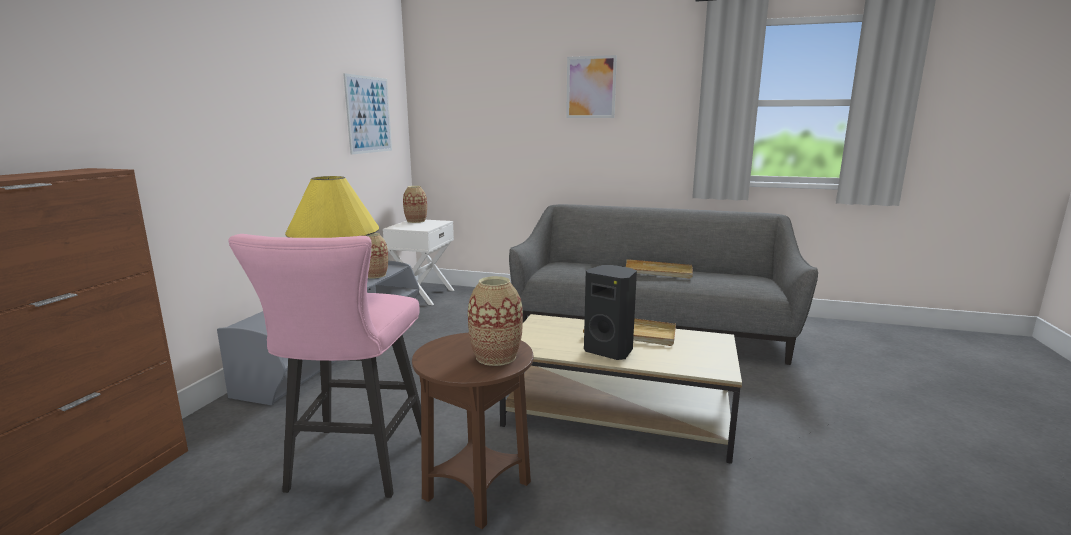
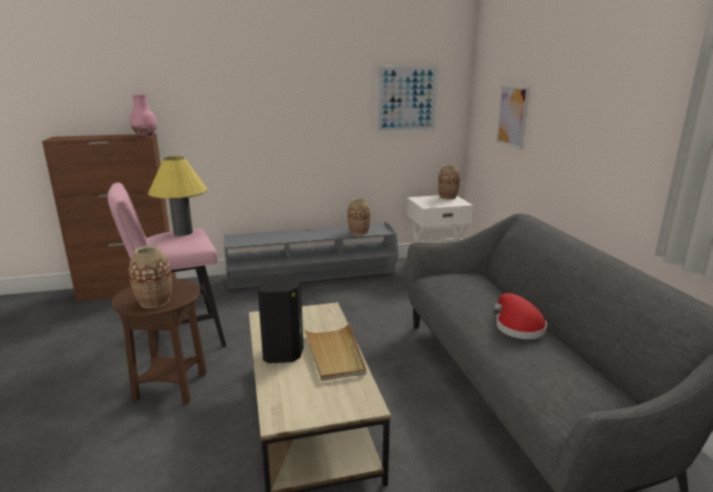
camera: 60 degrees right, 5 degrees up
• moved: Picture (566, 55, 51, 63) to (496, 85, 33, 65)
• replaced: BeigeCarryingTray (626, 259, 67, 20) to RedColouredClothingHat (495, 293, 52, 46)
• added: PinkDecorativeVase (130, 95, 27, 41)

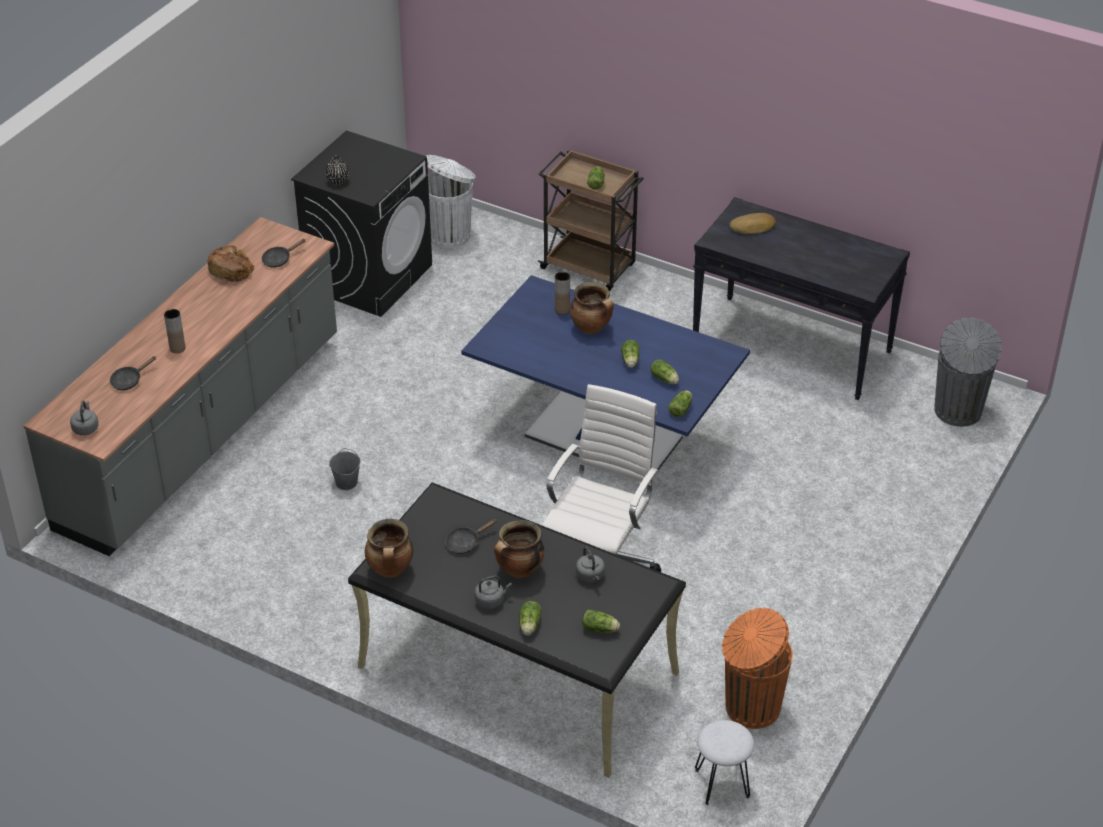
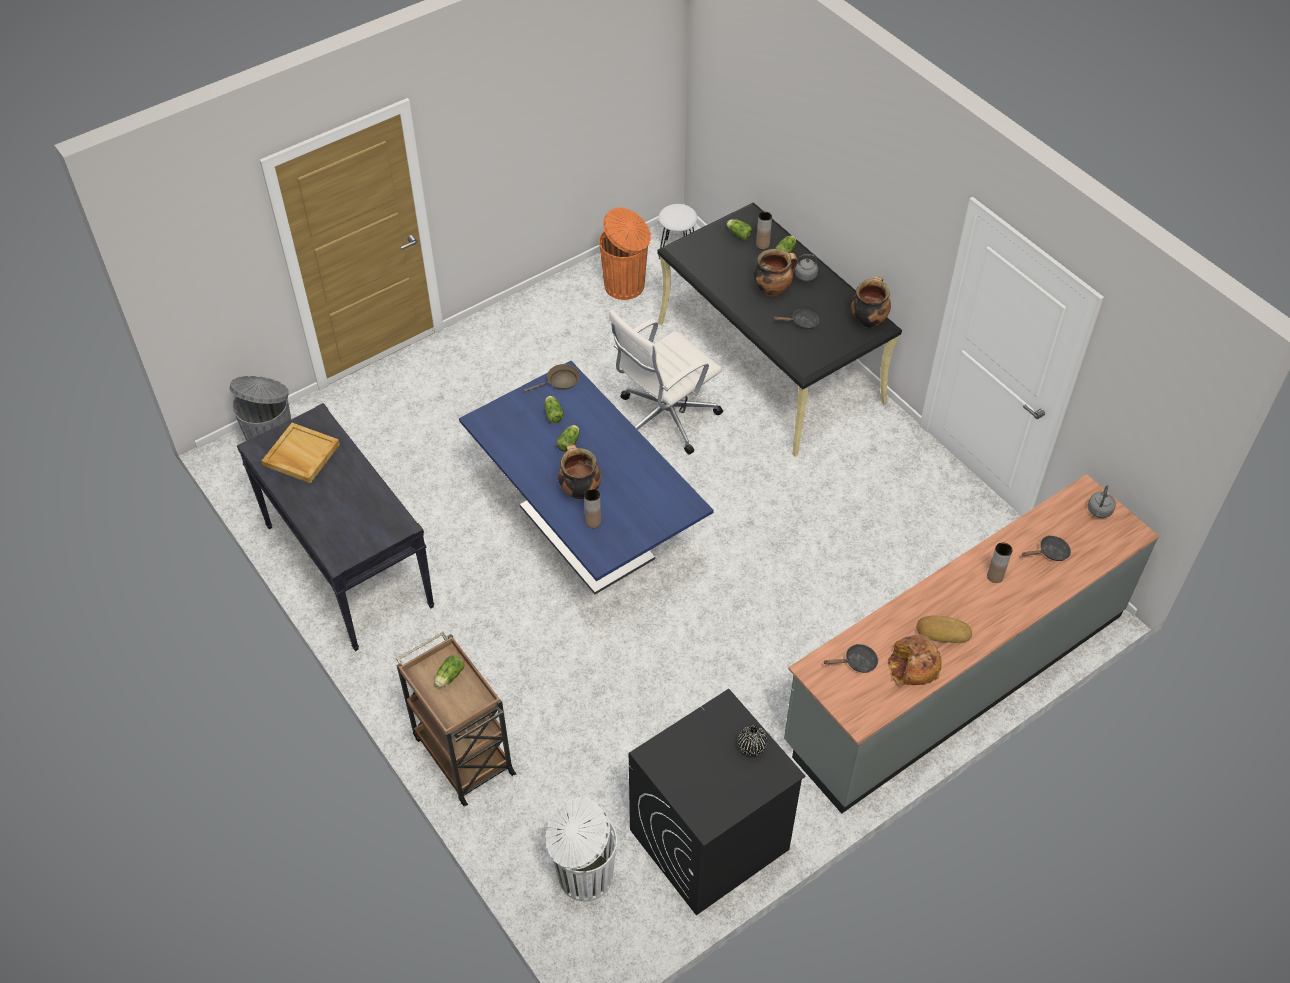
camera: 155 degrees left, 10 degrees up
• moved: Bread (730, 213, 46, 21) to (916, 615, 56, 28)
• replaced: HeadOfLettuce (668, 390, 24, 27) to BrownishFryingPan (524, 364, 56, 28)
• removed: GreyishBucket (329, 448, 31, 42)
• removed: GreyishWaterKettle (576, 547, 29, 36)
• added: BrownishDecorativeVase (756, 212, 16, 37)
• added: BeigeCarryingTray (262, 423, 78, 60)

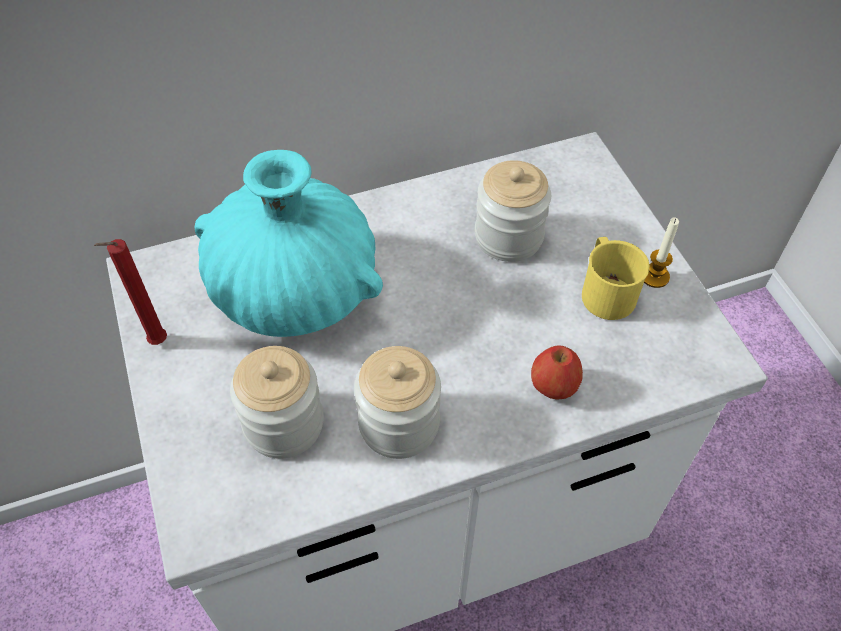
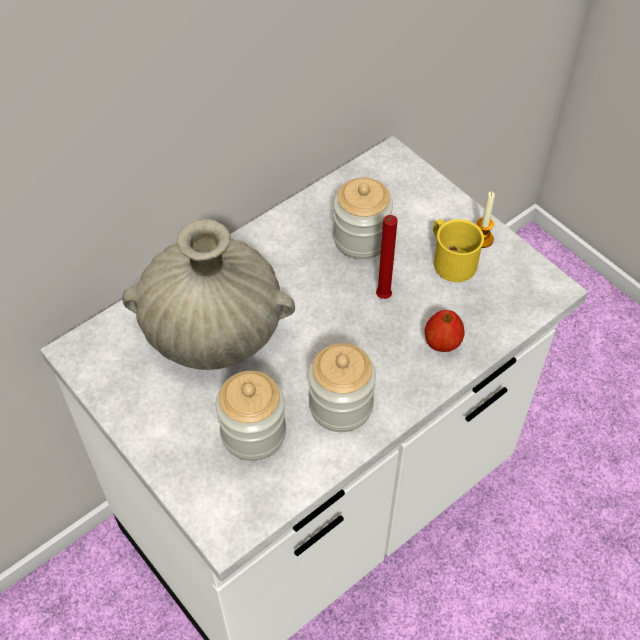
camera: 20 degrees left, 0 degrees up
• recoloured: TurquoiseDecorativeVase (195, 150, 188, 187) to BeigeDecorativeVase (122, 219, 173, 151)
• moved: RedColouredCandle (94, 239, 73, 106) to (376, 215, 22, 84)

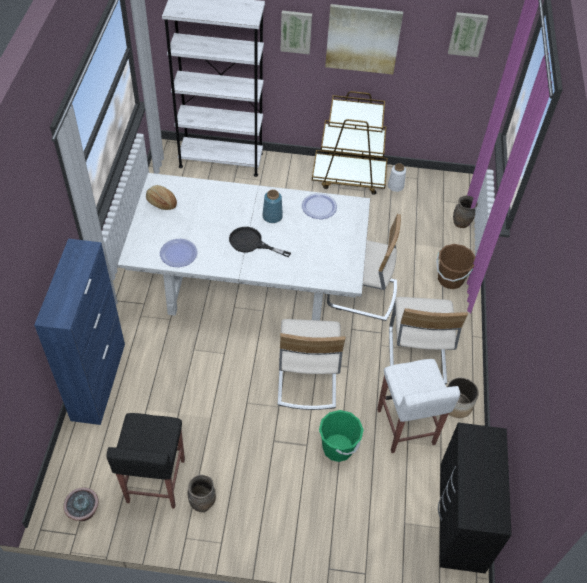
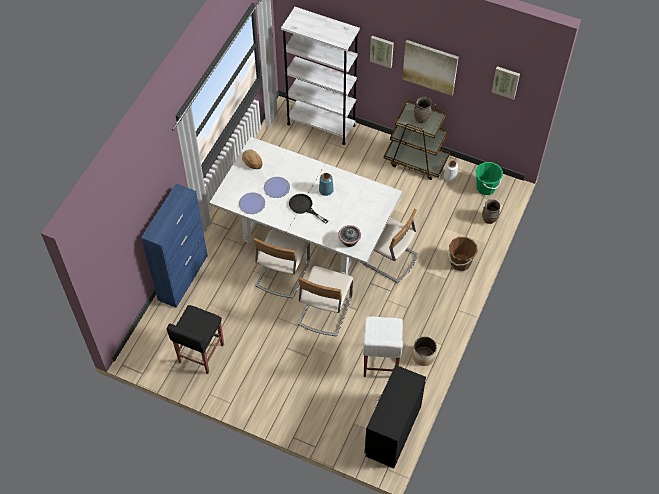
camera: 20 degrees right, 5 degrees up
• moved: DinnerPlate (302, 193, 35, 26) to (264, 177, 26, 21)
• moved: BeigePlainChair (389, 297, 79, 87) to (254, 229, 56, 69)
• moved: GreenBucket (319, 410, 45, 52) to (476, 162, 27, 33)
• moved: BrownishDecorativeVase (187, 475, 29, 37) to (414, 97, 18, 26)
• moved: PottedPlant (63, 488, 36, 33) to (338, 225, 23, 22)

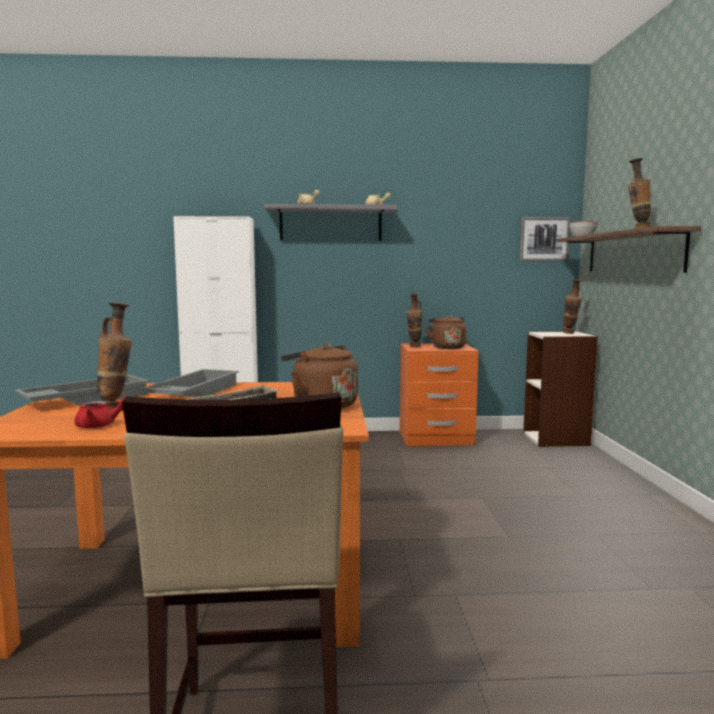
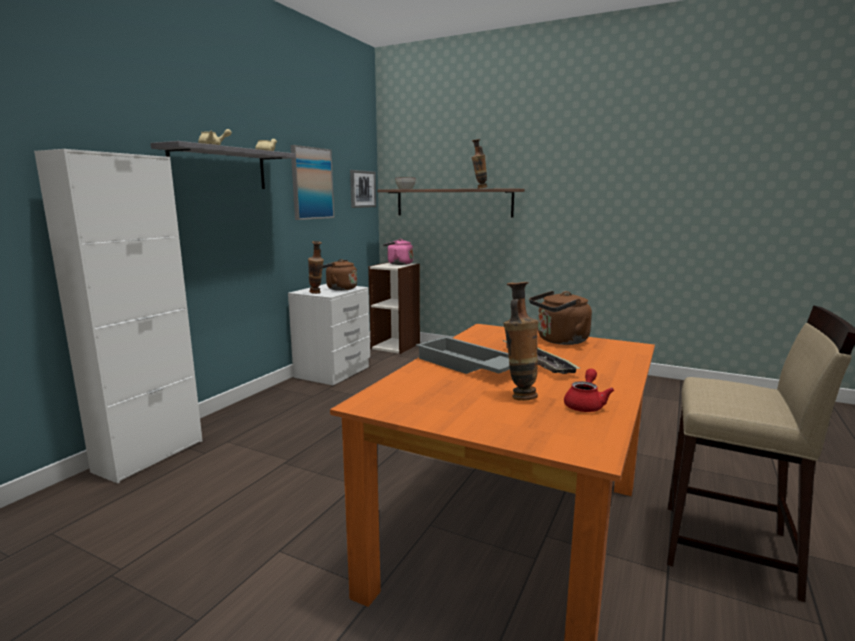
camera: 60 degrees left, 5 degrees up
• replaced: DecorativeVase (562, 279, 20, 55) to PinkWaterKettle (383, 239, 30, 26)
• recoloured: OrangeColouredNightstand (400, 343, 79, 103) to WhiteColouredNightstand (288, 284, 82, 101)
• removed: GreyishCarryingTray (15, 375, 134, 31)
• added: Picture (291, 145, 43, 75)

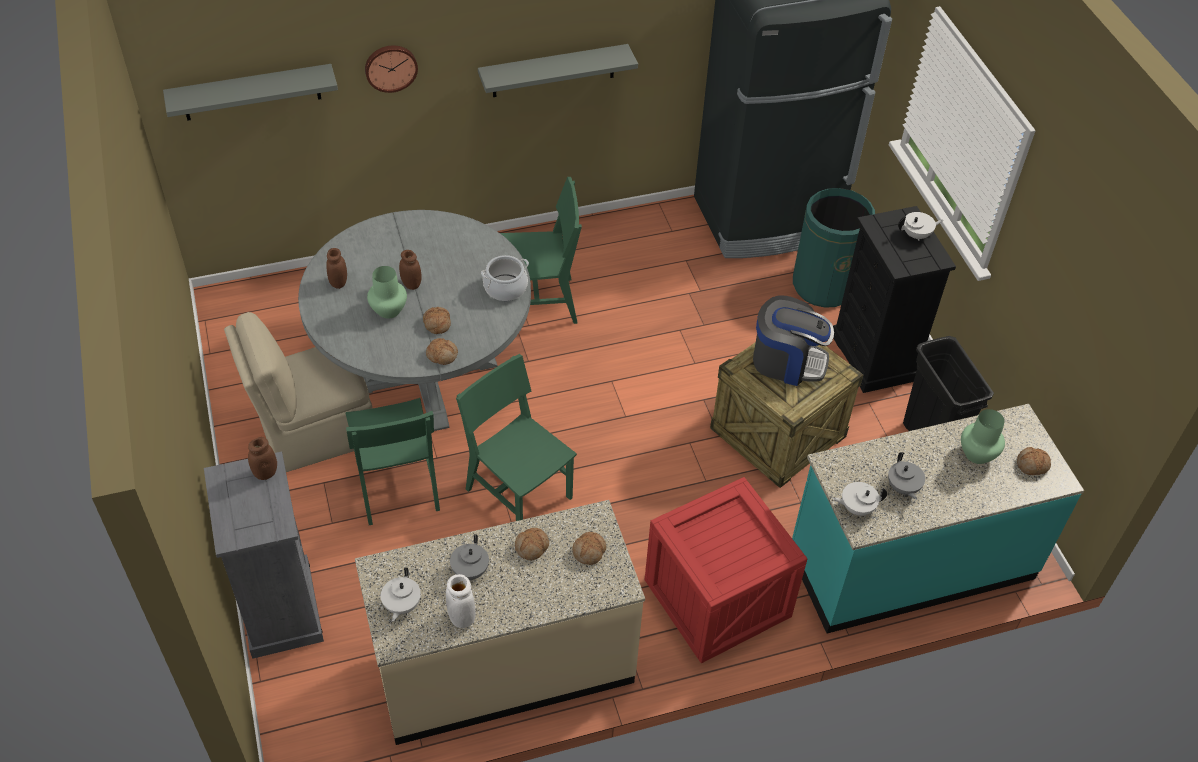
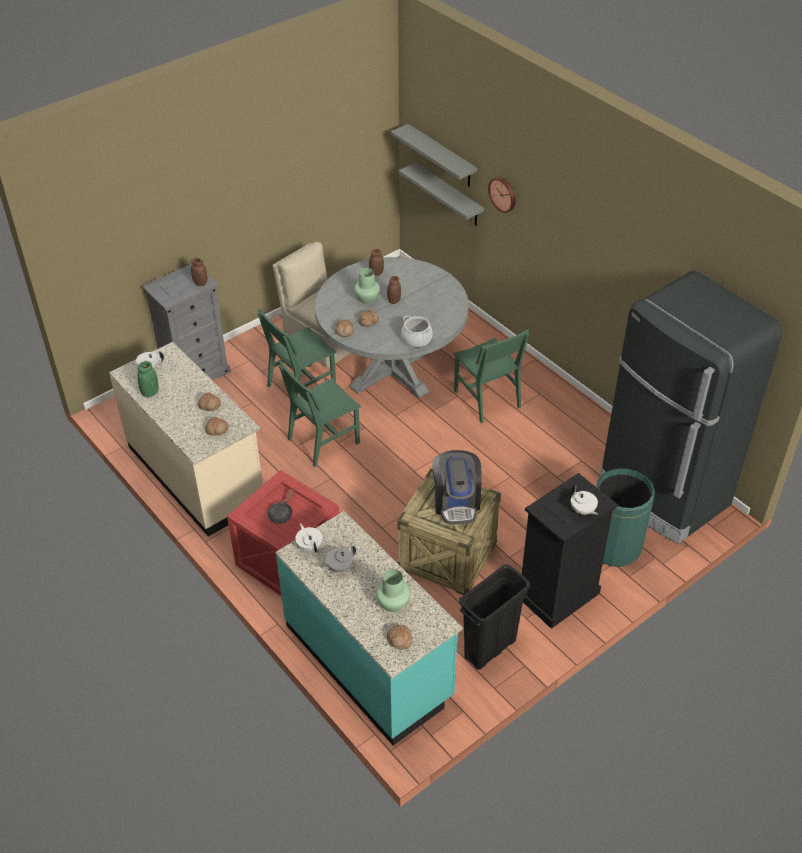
camera: 70 degrees right, 5 degrees down
• moved: GreyishShelf (478, 44, 160, 53) to (399, 163, 85, 63)
• turned: GreenPlainChair (456, 354, 121, 167) = (279, 361, 82, 106) 150 degrees counterclockwise
• removed: GreyishTeapot (450, 534, 39, 46)
• recoloured: WhiteColouredDecorativeVase (446, 574, 30, 54) to GreenDecorativeVase (137, 361, 22, 36)
• added: BlackFryingPan (268, 488, 26, 36)

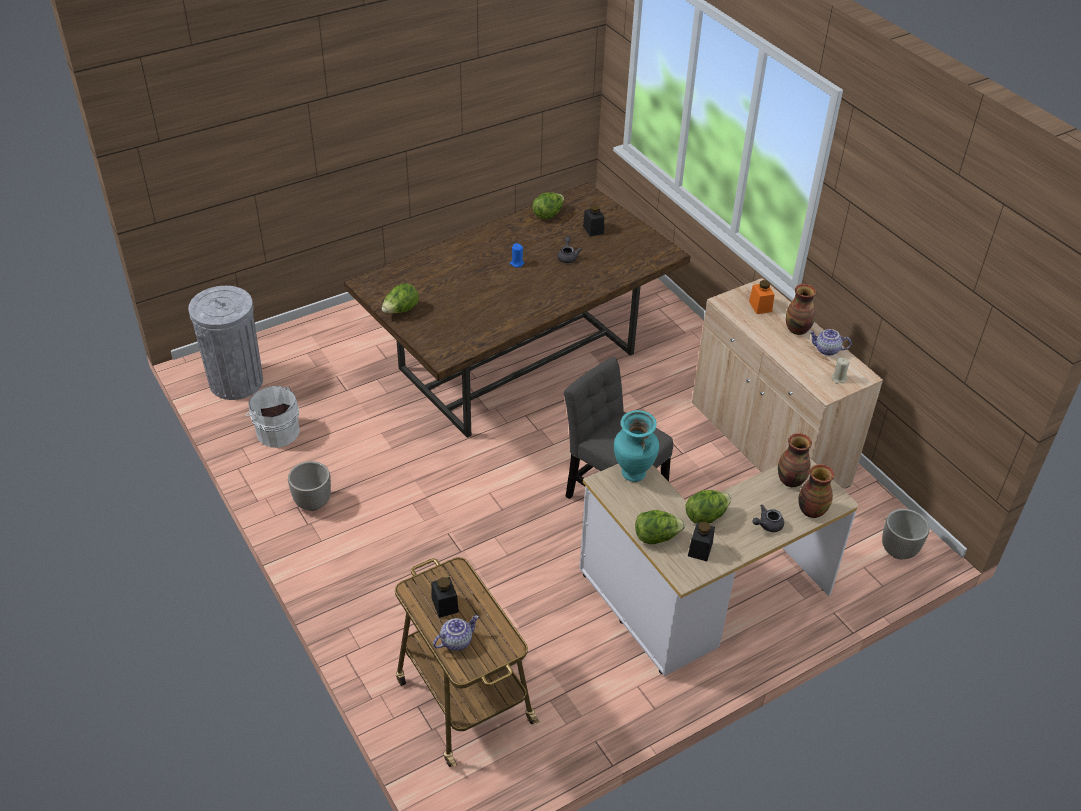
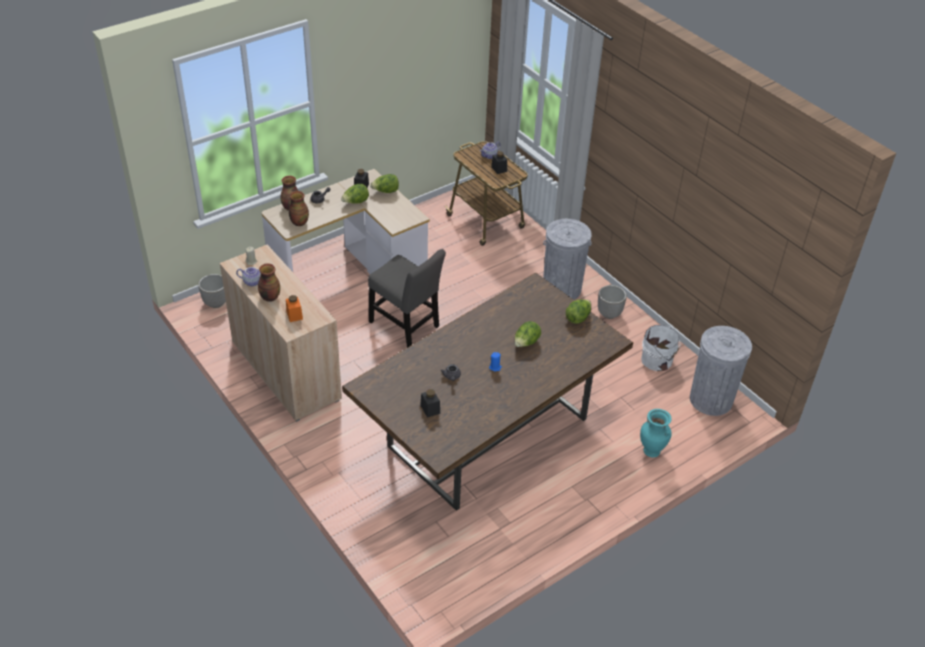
camera: 175 degrees right, 0 degrees up
• moved: HeadOfLettuce (532, 192, 32, 28) to (515, 321, 26, 26)
• moved: TurquoiseDecorativeVase (614, 410, 45, 72) to (640, 409, 32, 49)
• added: GreyishWasteBin (543, 219, 49, 81)

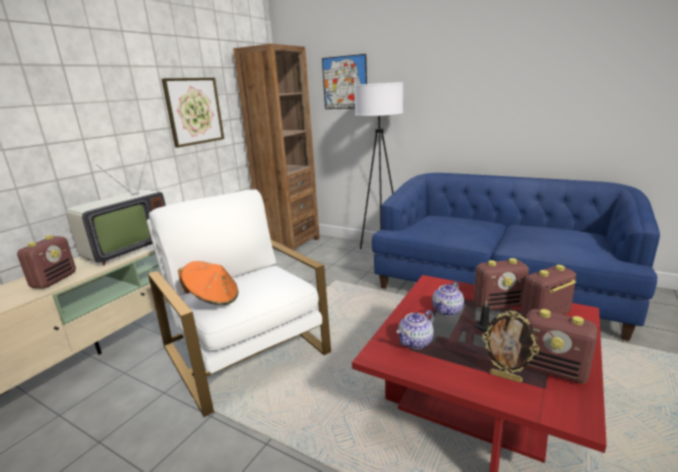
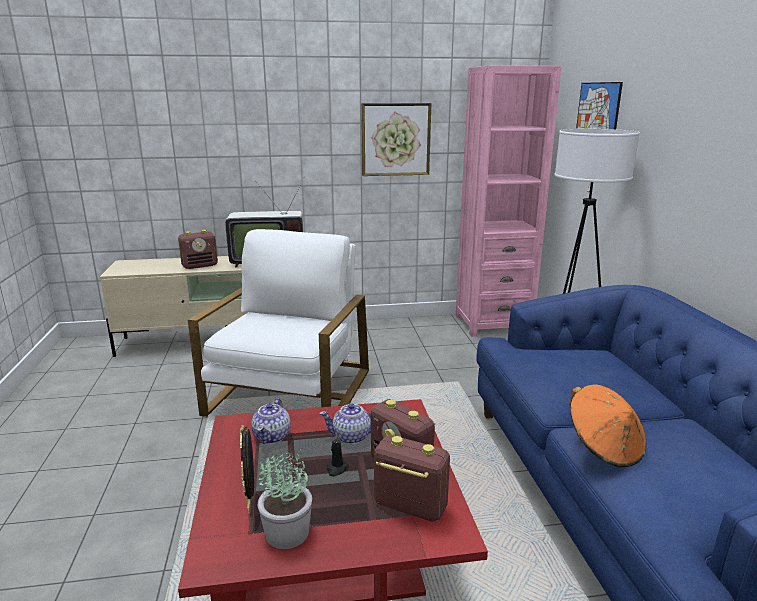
camera: 50 degrees right, 0 degrees up
• recoloured: BrownishBookcase (233, 43, 87, 208) to PinkBookcase (456, 65, 106, 272)
• moved: OrangeColouredClothingHat (178, 261, 60, 44) to (570, 384, 76, 83)
• replaced: RadioSet (525, 309, 72, 75) to PottedPlant (258, 448, 54, 101)
• turned: Teapot (396, 310, 38, 39) = (251, 398, 40, 46) 90 degrees counterclockwise

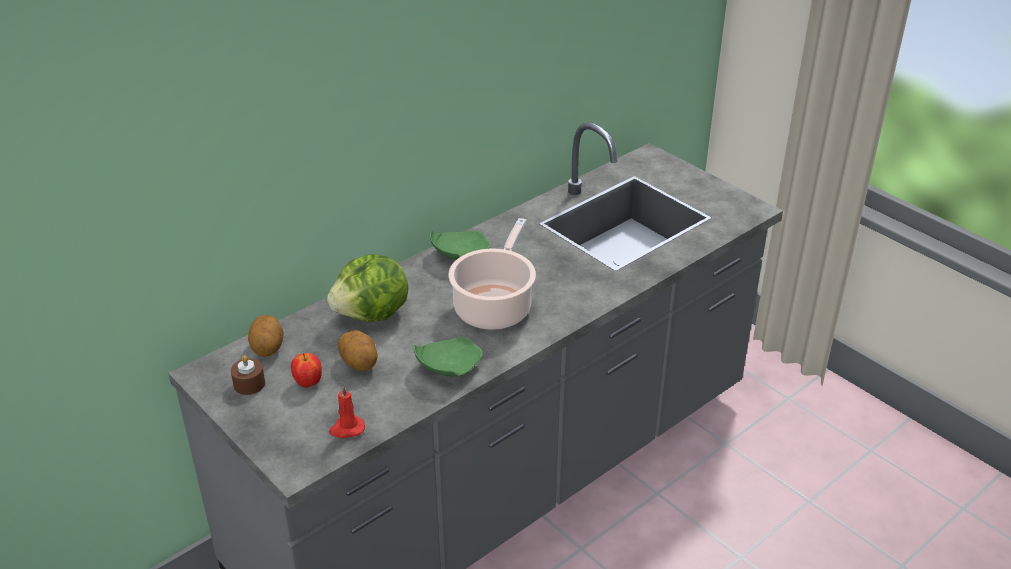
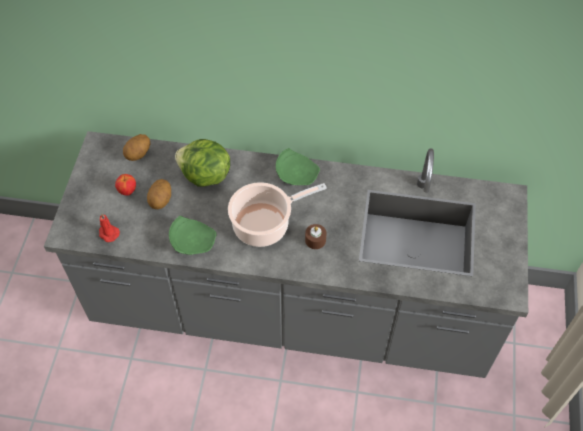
camera: 50 degrees right, 20 degrees up
• moved: BrownishCandle (231, 355, 34, 40) to (305, 224, 21, 25)

